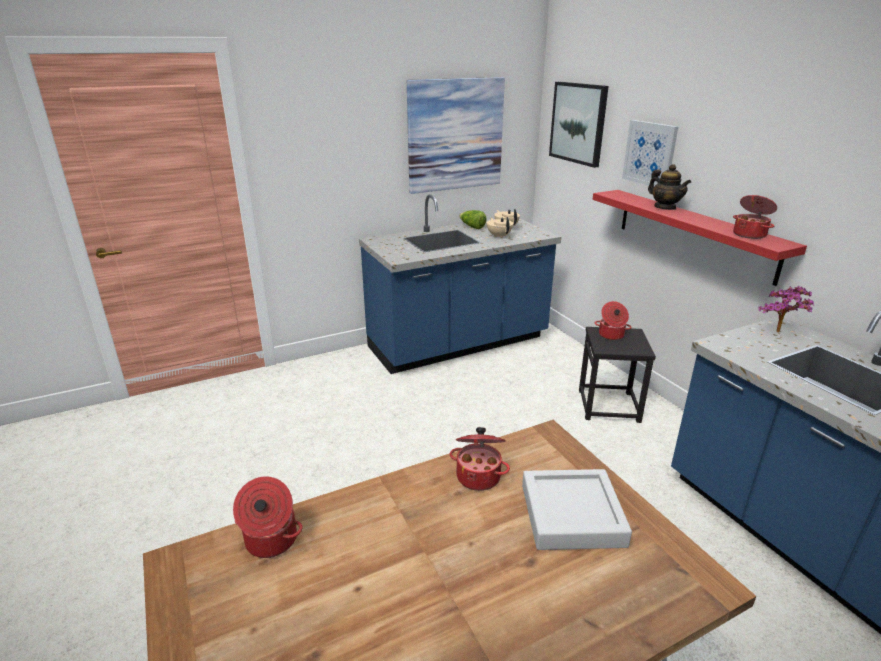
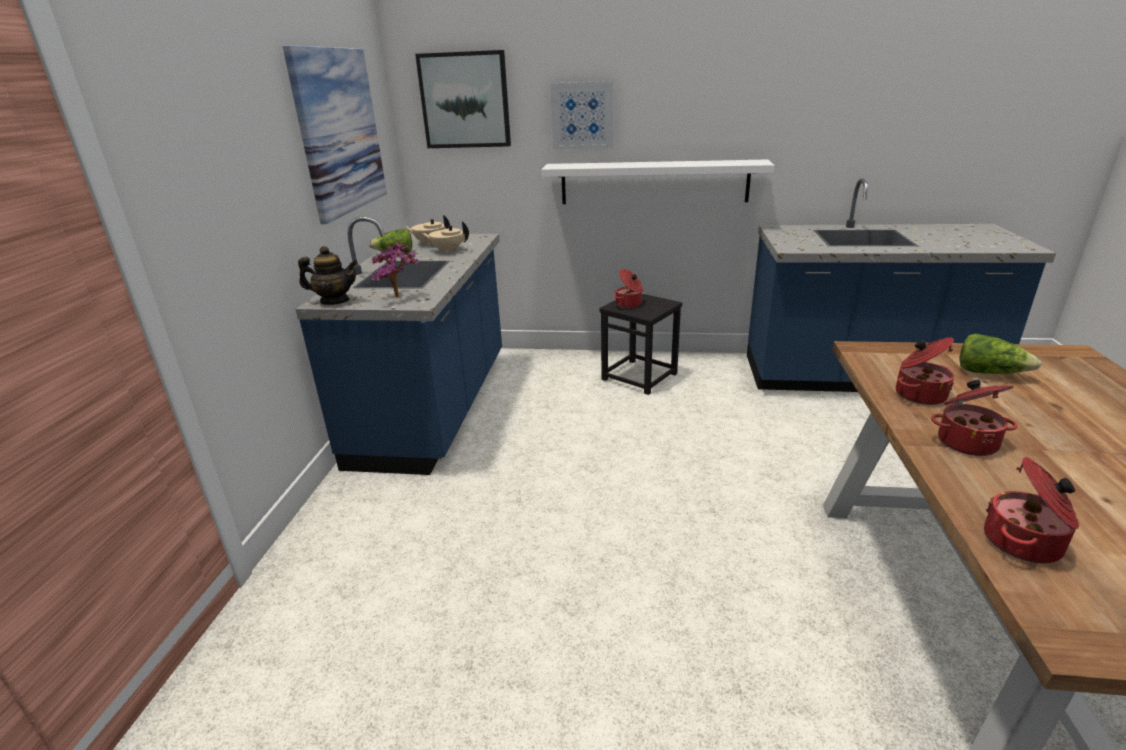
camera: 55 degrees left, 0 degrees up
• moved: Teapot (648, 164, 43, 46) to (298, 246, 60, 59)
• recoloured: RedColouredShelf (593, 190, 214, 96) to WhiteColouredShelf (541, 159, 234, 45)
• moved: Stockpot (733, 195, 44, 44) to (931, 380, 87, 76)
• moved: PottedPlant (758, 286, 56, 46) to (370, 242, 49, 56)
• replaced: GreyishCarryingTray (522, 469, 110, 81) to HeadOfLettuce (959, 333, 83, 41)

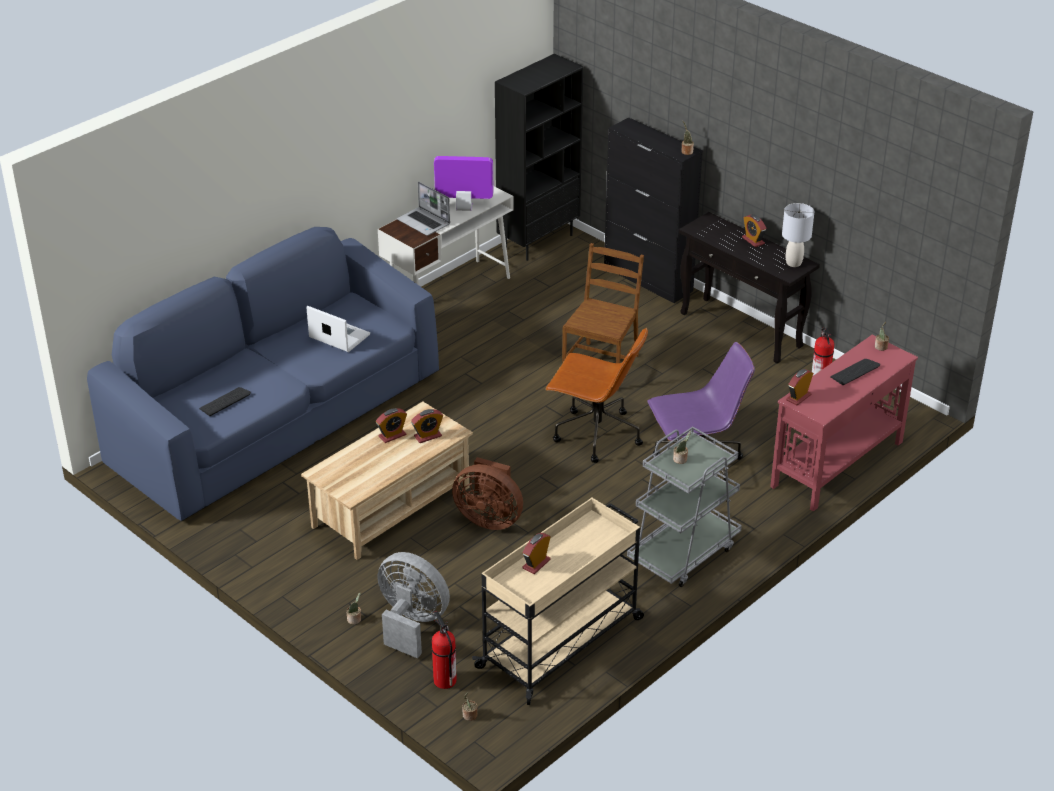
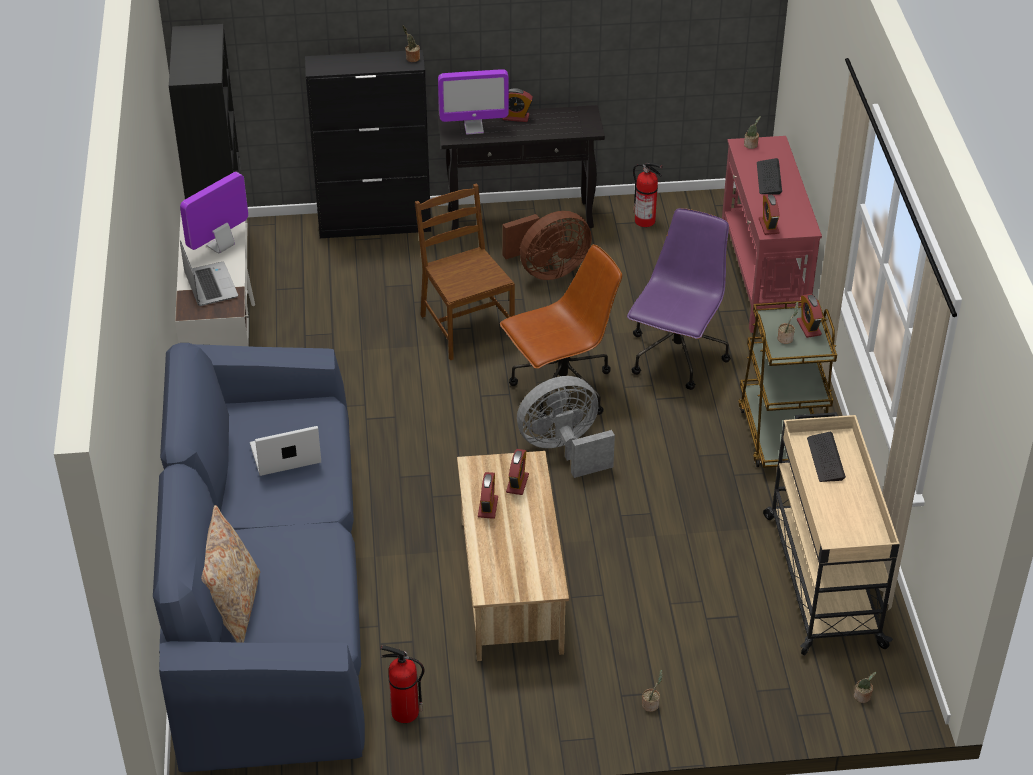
camera: 50 degrees left, 5 degrees up
• turned: Laptop (397, 181, 53, 55) = (180, 240, 58, 66) 105 degrees counterclockwise
• removed: GreyishLampForATable (782, 203, 32, 64)
• moved: ComputerKeyboard (199, 387, 52, 29) to (807, 432, 39, 50)
• recoloured: GreyishWheeledCart (627, 426, 115, 161) to BrownishWheeledCart (738, 300, 99, 168)
• moved: BrownishElectricFan (452, 457, 71, 73) to (502, 211, 90, 69)
• moved: AlarmClock (522, 533, 29, 41) to (797, 294, 26, 44)
• moved: GreyishElectricFan (377, 552, 73, 106) to (517, 376, 98, 102)
• moved: FireExtinguisher (432, 611, 25, 78) to (380, 645, 44, 78)
• added: ComputerScreen (438, 69, 71, 66)
• added: BeigeThrowPillow (201, 505, 59, 138)

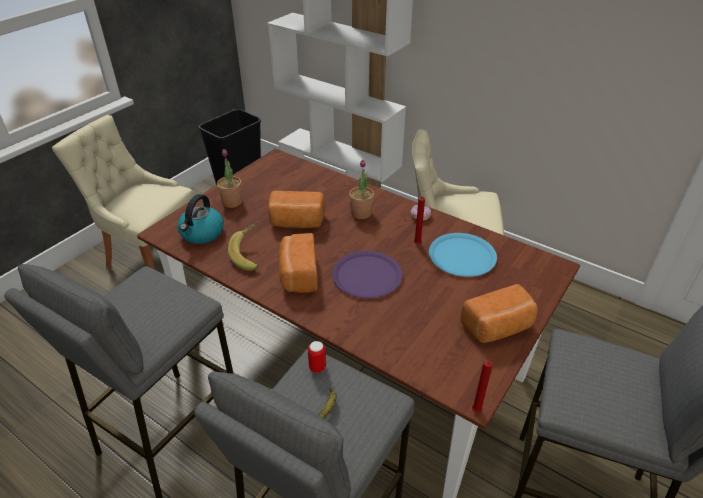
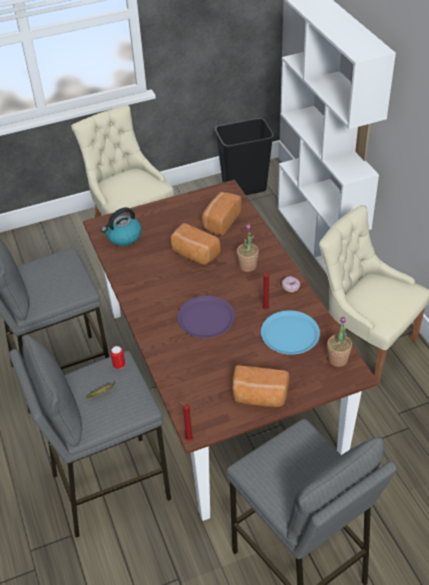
camera: 35 degrees right, 5 degrees up
• moved: PottedPlant (217, 149, 25, 59) to (327, 316, 25, 51)
• removed: BananaFruit (228, 222, 30, 49)
• moved: Bread (279, 233, 39, 60) to (201, 192, 40, 44)

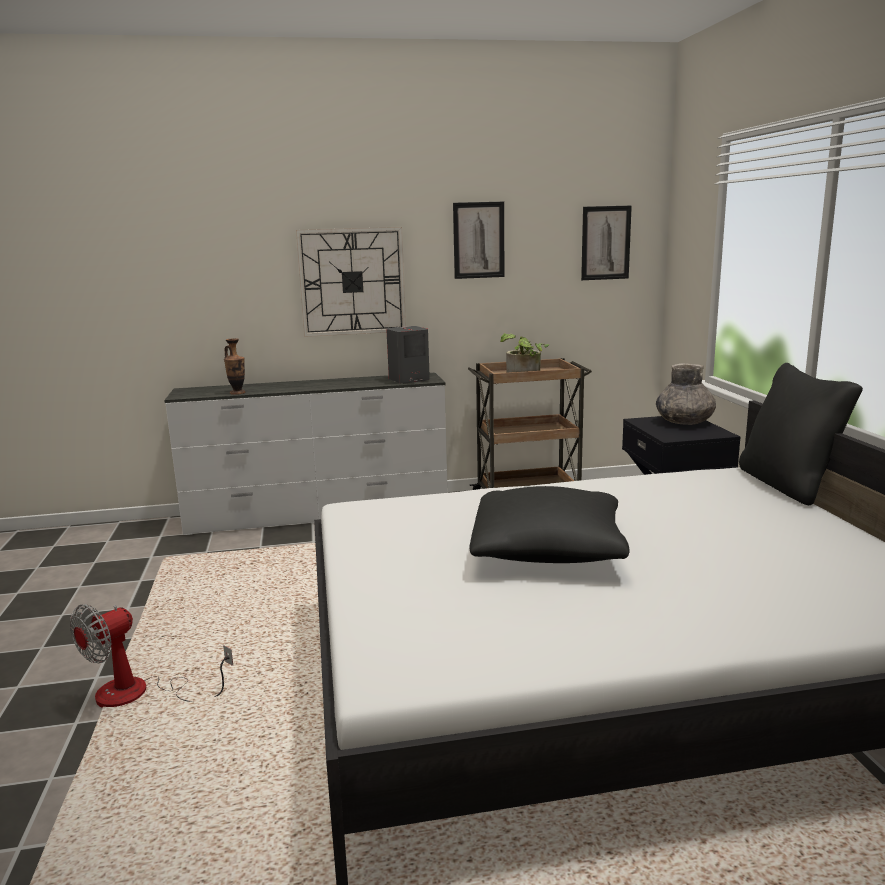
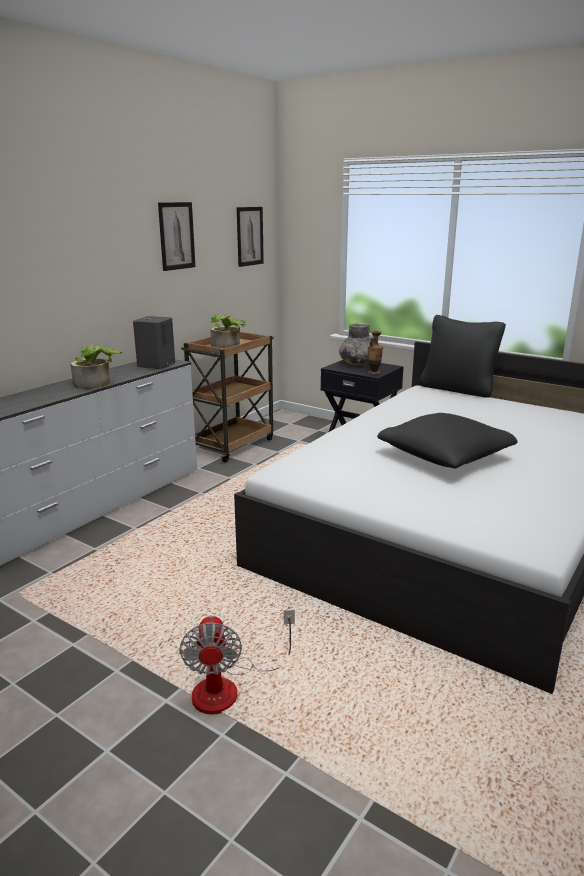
camera: 45 degrees left, 5 degrees up
• removed: HangingClock (296, 227, 110, 110)
• moved: DecorativeVase (224, 338, 21, 57) to (368, 331, 15, 44)
• added: PottedPlant (70, 345, 52, 44)

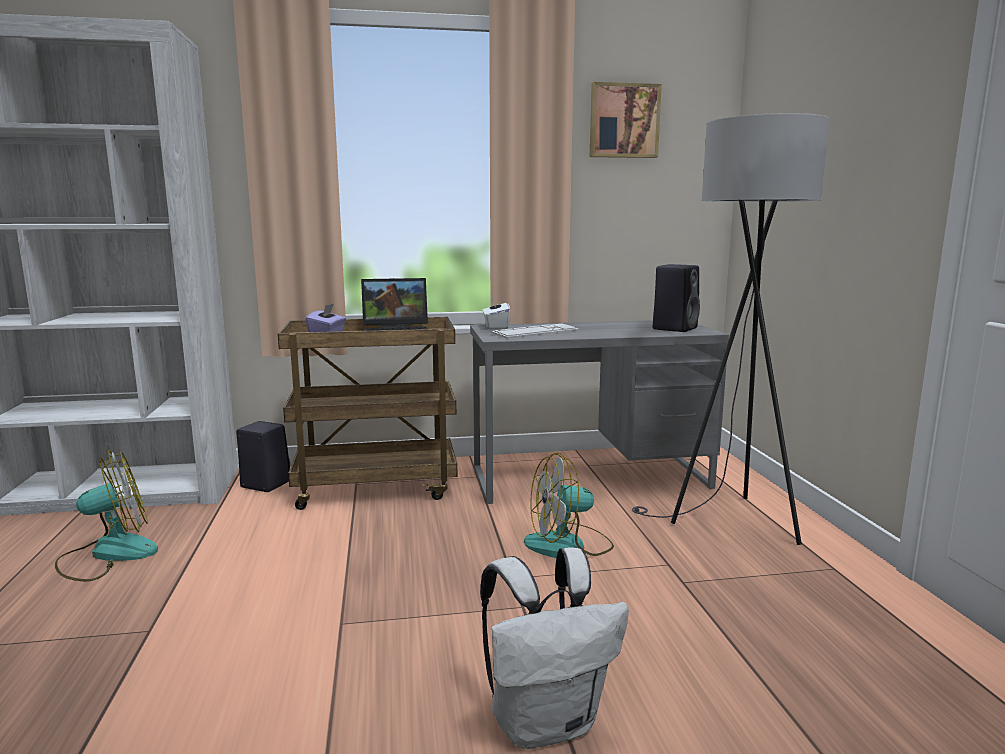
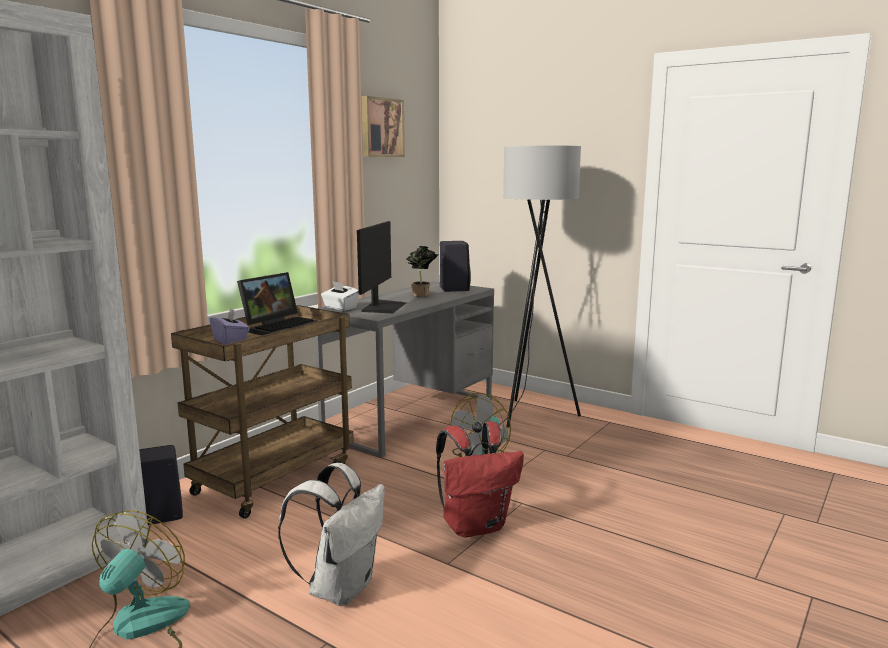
camera: 45 degrees left, 0 degrees up
• replaced: ComputerKeyboard (491, 323, 88, 16) to ComputerScreen (357, 221, 49, 92)
• moved: WhiteColouredRucksack (480, 547, 149, 202) to (278, 463, 107, 143)
• added: PottedPlant (406, 246, 32, 50)
• added: RedColouredRucksack (436, 421, 88, 117)

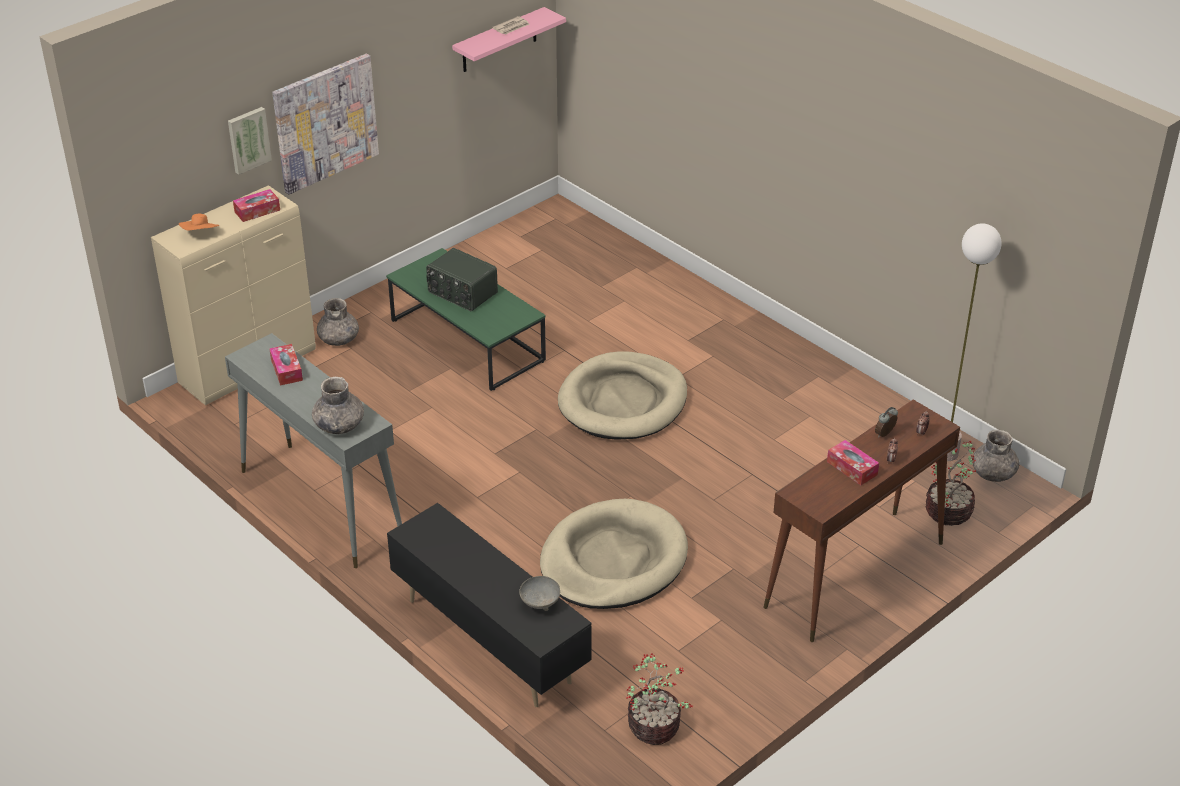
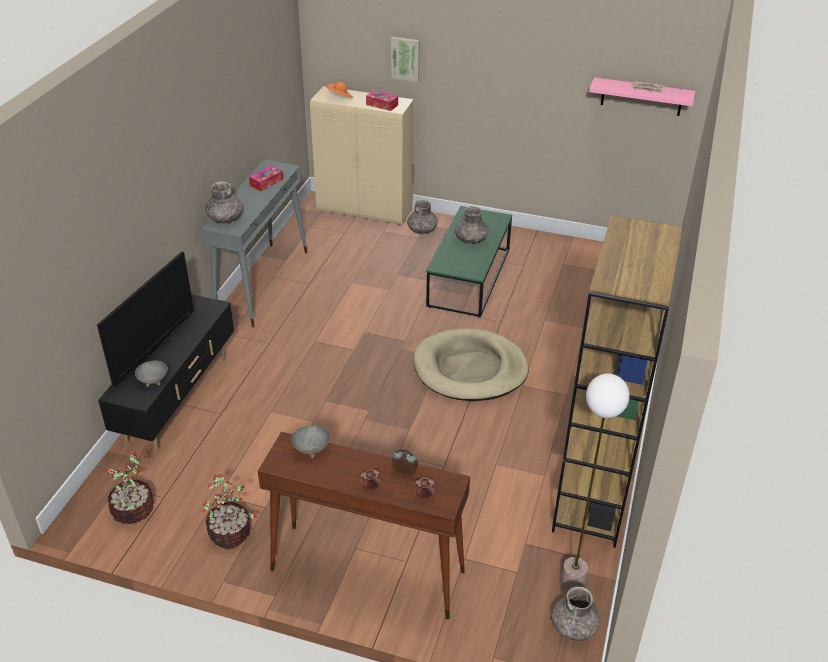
camera: 60 degrees right, 0 degrees up
• removed: Picture (272, 54, 107, 140)
• replaced: RadioSet (426, 248, 72, 63) to GreyishDecorativeVase (455, 206, 34, 38)
• removed: TissueHolder (827, 440, 52, 45)
• moved: PottedPlant (926, 441, 50, 85) to (202, 474, 55, 75)
• removed: BeigePetBed (540, 499, 148, 110)
• added: BrownishBookcase (552, 215, 131, 333)
• added: Tv (97, 251, 97, 136)
• added: GreyishDeepDish (291, 425, 39, 33)

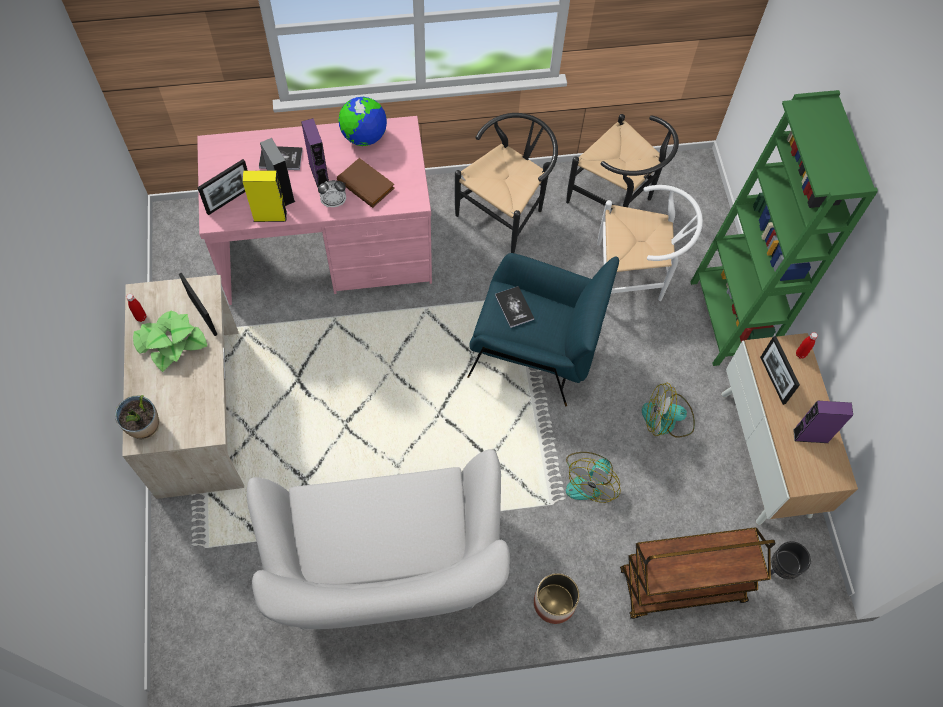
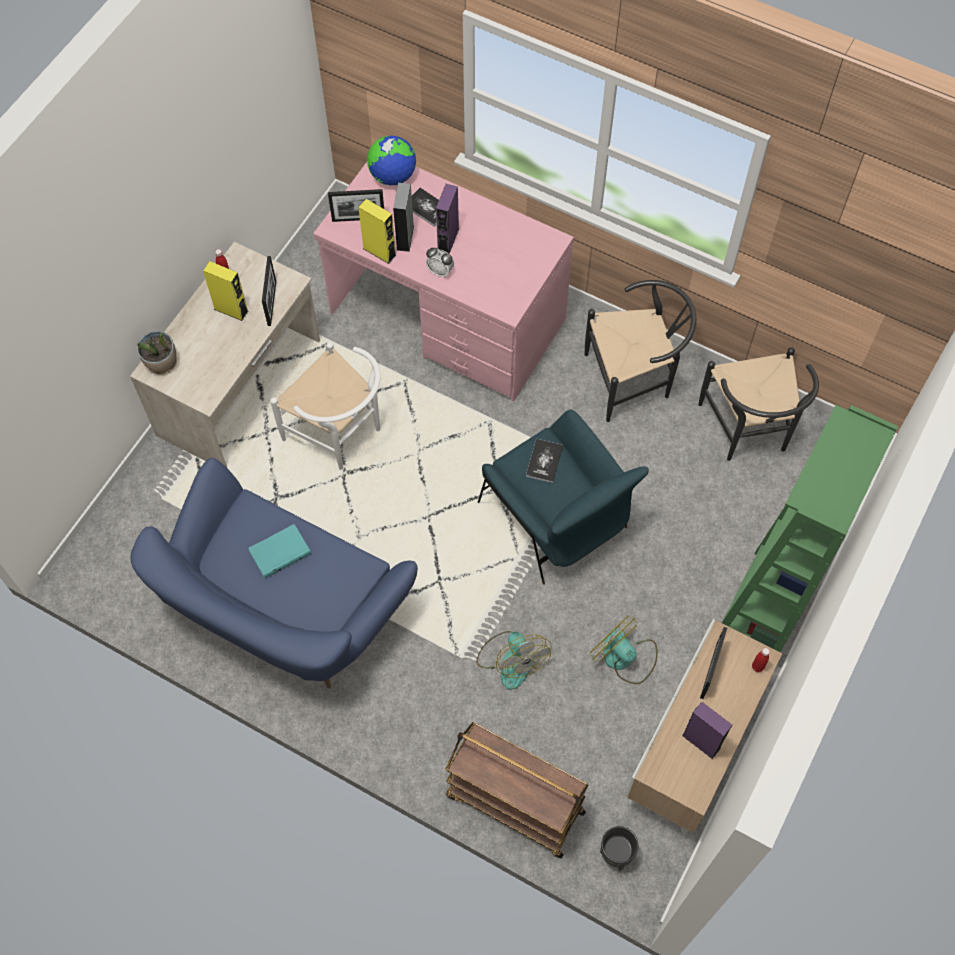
camera: 40 degrees right, 0 degrees up
• moved: Globe (338, 97, 49, 49) to (367, 135, 49, 50)
• removed: BrownishBook (337, 158, 58, 50)
• moved: WhiteColouredPlainChair (597, 185, 106, 116) to (270, 342, 111, 128)
• replaced: PottedPlant (133, 311, 74, 61) to YellowishLoudspeaker (203, 261, 46, 60)
• recoloured: WhiteColouredCouch (247, 449, 263, 181) to BlueCouch (131, 458, 287, 230)
• turned: ElectricFan (566, 452, 55, 51) = (476, 631, 76, 59) 90 degrees counterclockwise
• removed: Planter (534, 573, 46, 51)
• added: TurquoiseBook (248, 524, 63, 54)

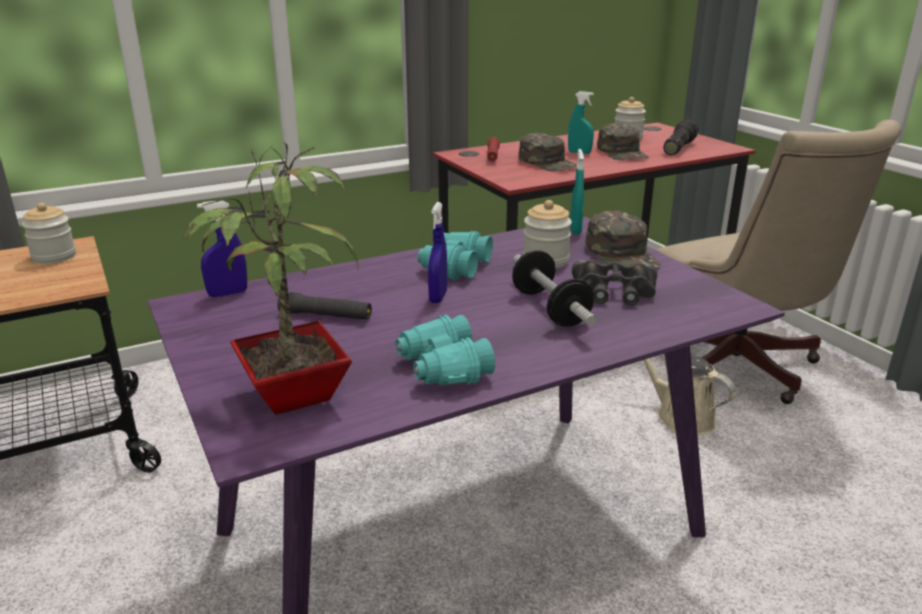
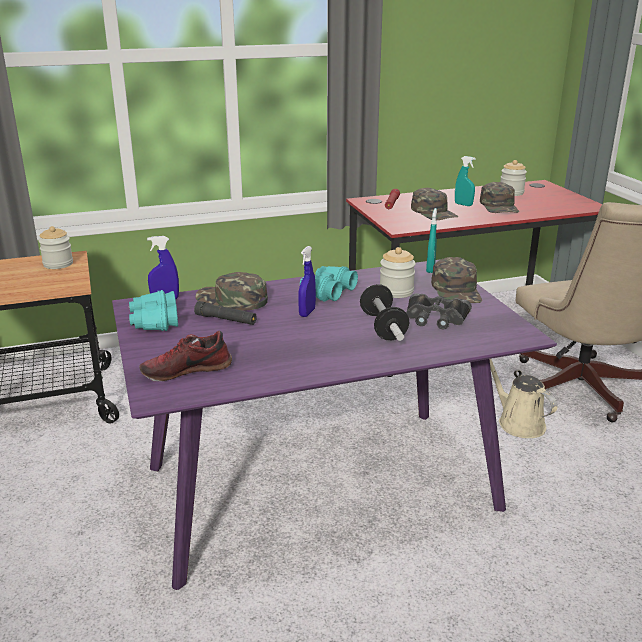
camera: 10 degrees right, 0 degrees up
• removed: HandTorch (663, 120, 35, 35)
• replaced: PottedPlant (184, 143, 174, 272) to Shoe (139, 331, 93, 50)
• moved: TurquoiseBinoculars (395, 315, 100, 70) to (128, 290, 50, 41)
• added: GreenPeakedCap (195, 272, 73, 39)

